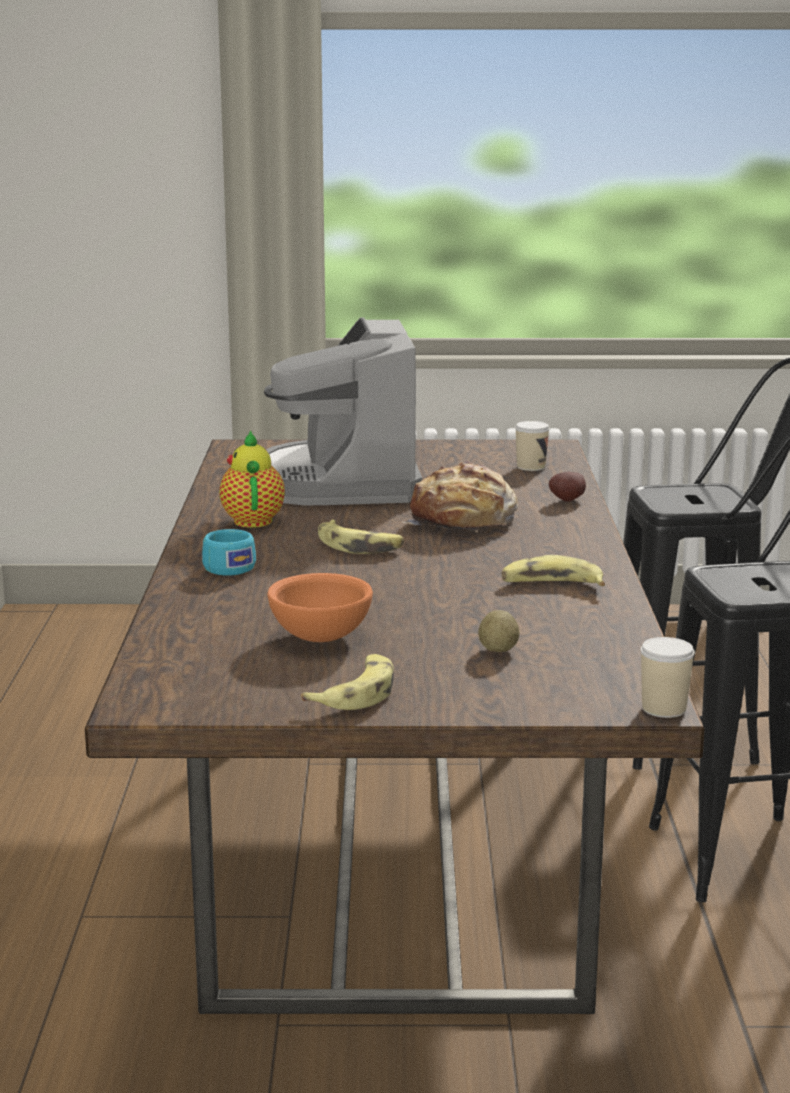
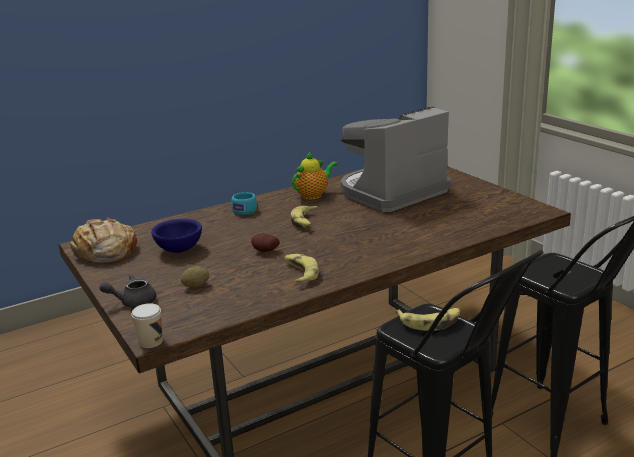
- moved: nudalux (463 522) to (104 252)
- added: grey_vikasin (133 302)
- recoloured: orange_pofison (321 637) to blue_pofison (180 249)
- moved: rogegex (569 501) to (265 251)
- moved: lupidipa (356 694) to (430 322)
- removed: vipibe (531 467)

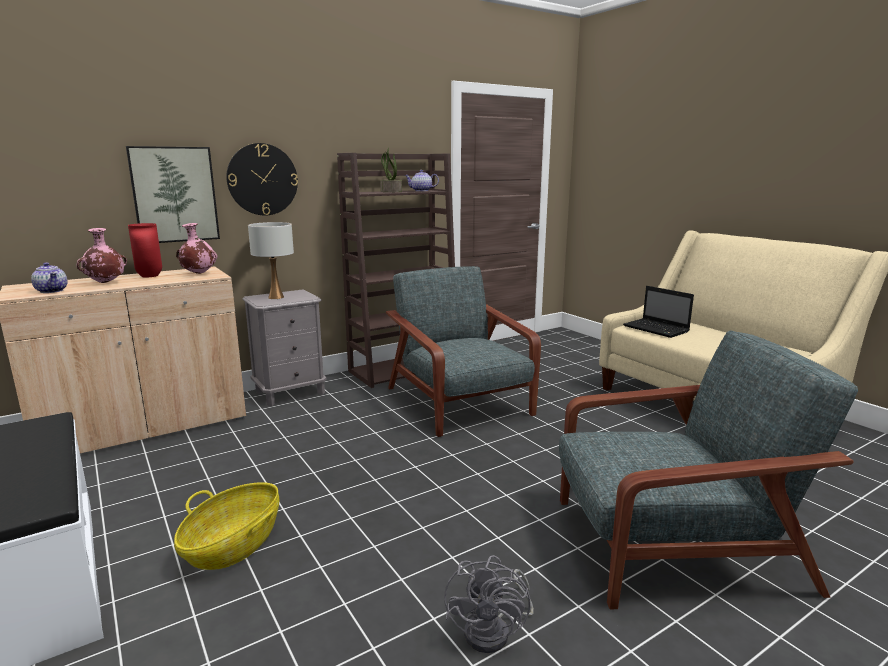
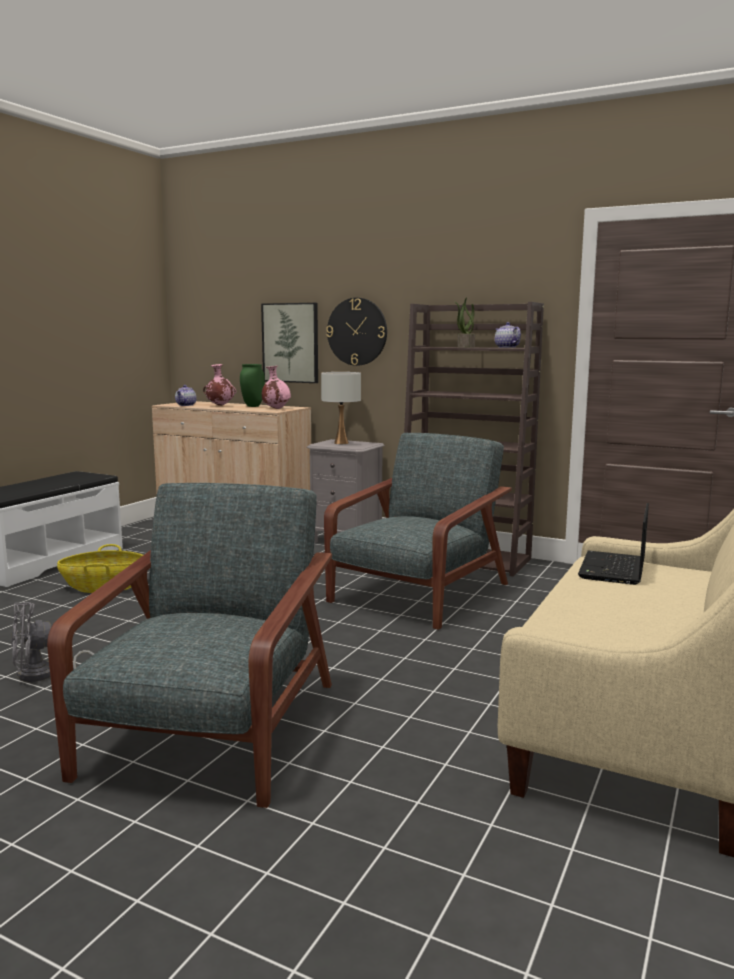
- turned: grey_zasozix (672 544) = (211 732) 135 degrees counterclockwise
- recoloured: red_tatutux (149 276) to green_tatutux (252 406)

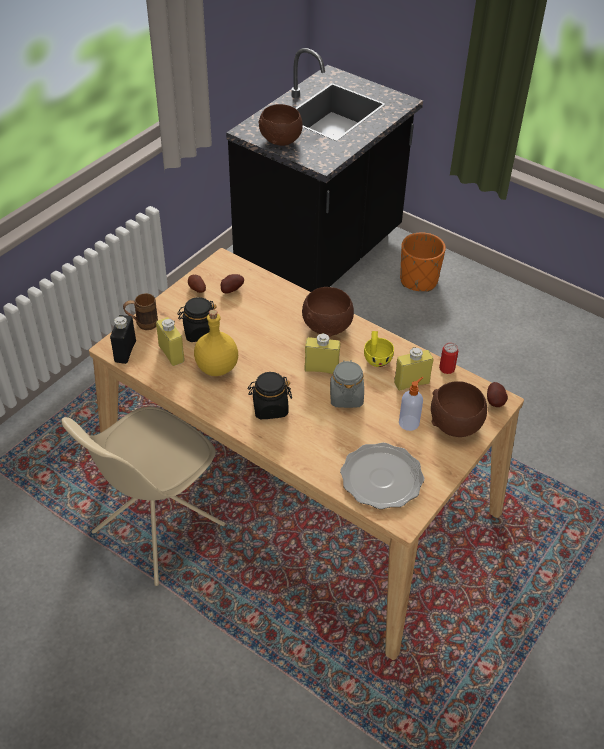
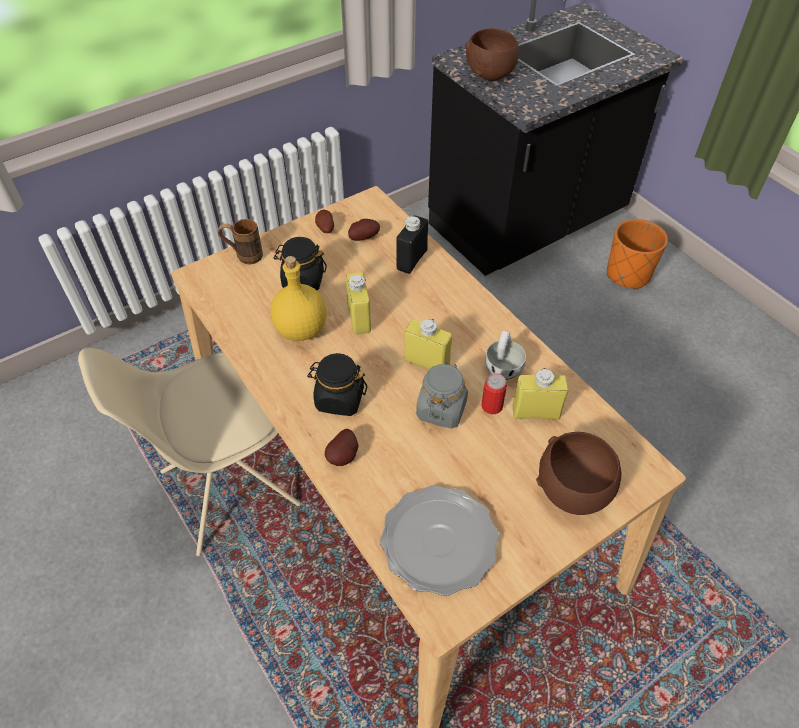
- moved: rogegex (495 402) to (344 456)
- moved: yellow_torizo (171 354) to (359 318)
- moved: black_torizo (125 351) to (411 260)
- moved: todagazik (447 368) to (492 406)
- recoloured: yellow_vipibe (377 358) to white_vipibe (503 366)
- removed: brown_pofison (328 327)
- removed: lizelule (409 422)

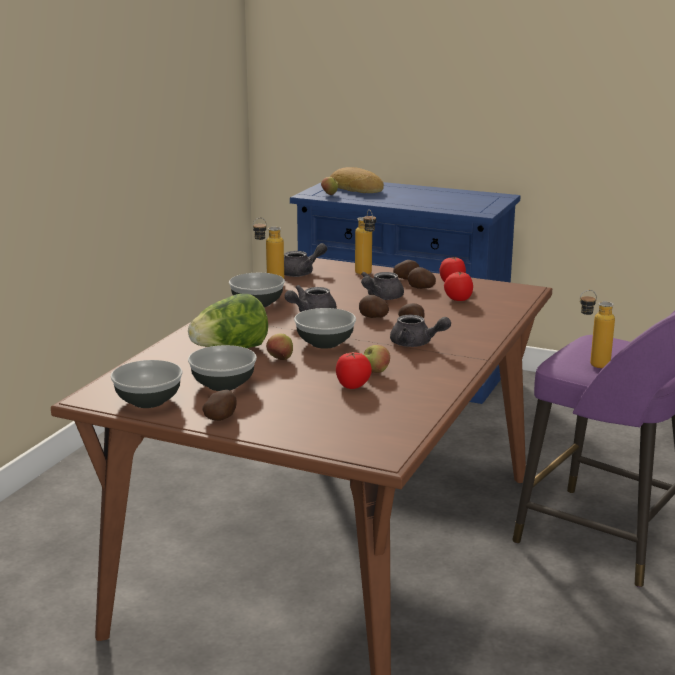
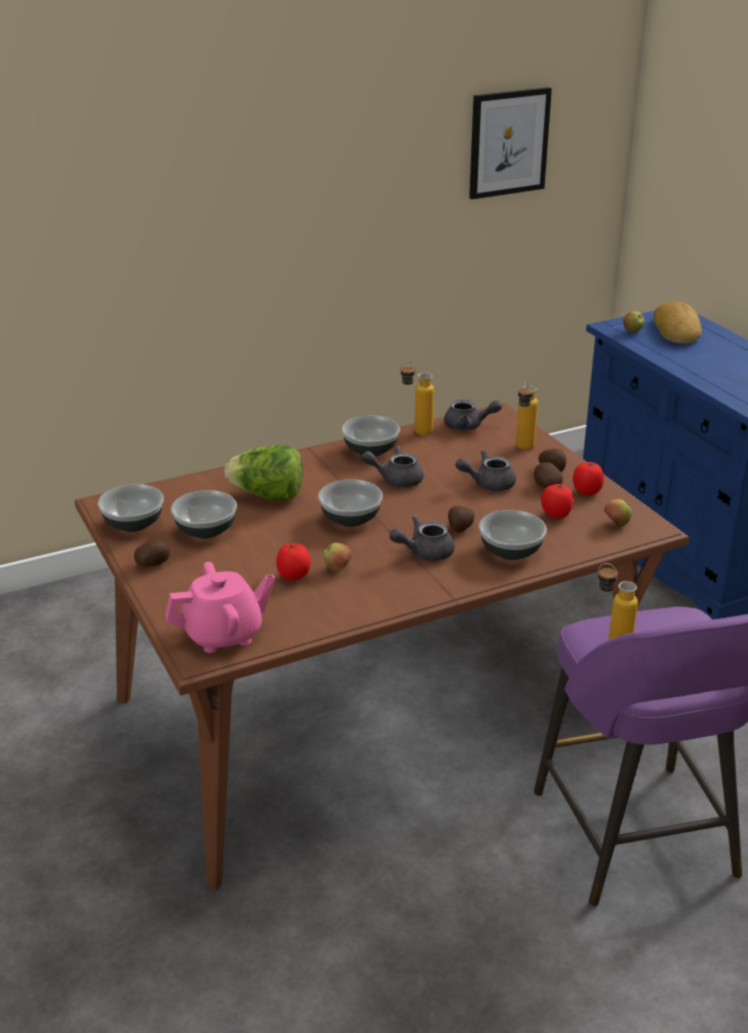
- added: pink_vikasin (224 635)
- turned: grey_vikasin (416 344) = (424 552) 90 degrees clockwise
- added: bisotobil (508 143)
- added: pofison (511 551)
- moved: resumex (280 360) to (616 525)
- removed: rogegex (373 317)

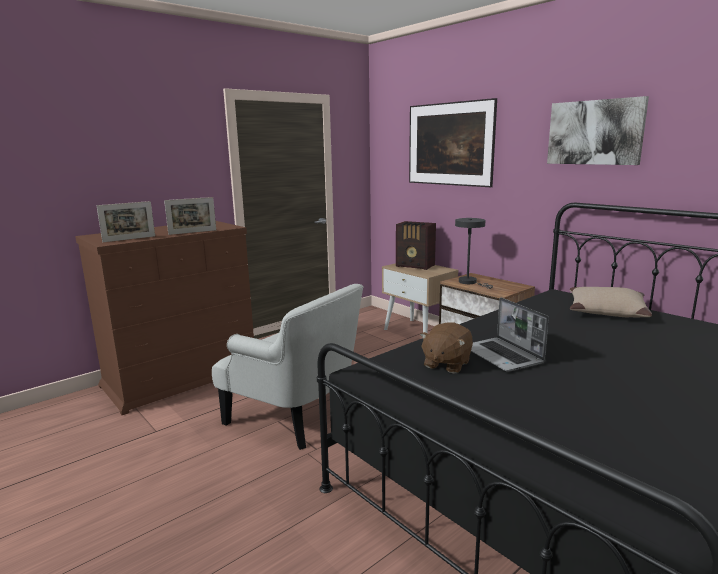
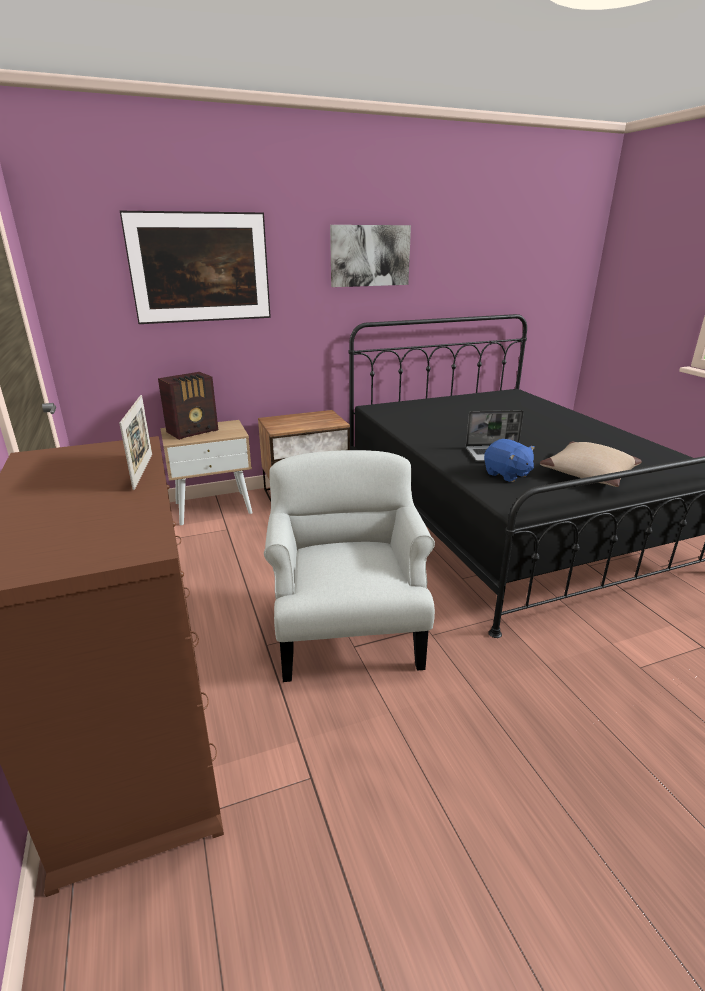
- turned: white_zasozix (297 414) = (347 629) 60 degrees counterclockwise
- recoloured: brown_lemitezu (446 364) to blue_lemitezu (507 474)
- moved: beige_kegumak (606 311) to (589 473)
- removed: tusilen (129 239)
- removed: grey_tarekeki (470 282)

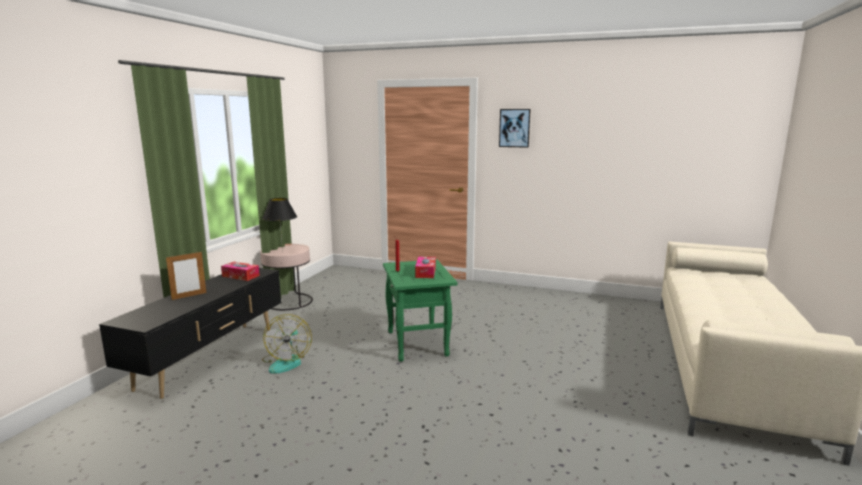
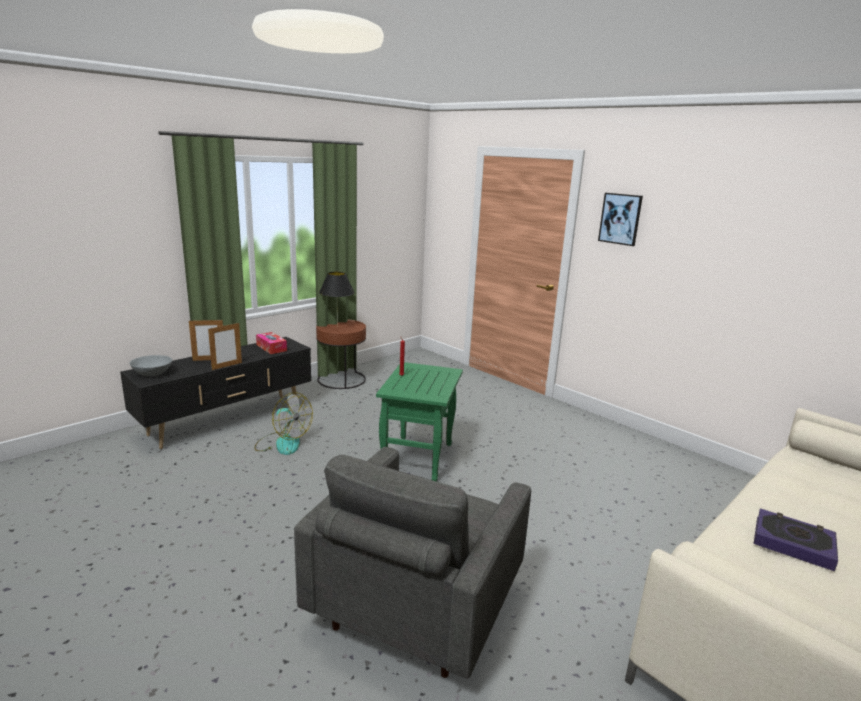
- added: grey_pofison (152 374)
- added: tusilen (227 366)
- turned: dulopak (287 362) = (282 443) 75 degrees counterclockwise
- added: grey_zasozix (414 607)
- recoloured: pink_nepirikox (288 302) to brown_nepirikox (341 380)
- added: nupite (793 543)
- removed: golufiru (425 272)

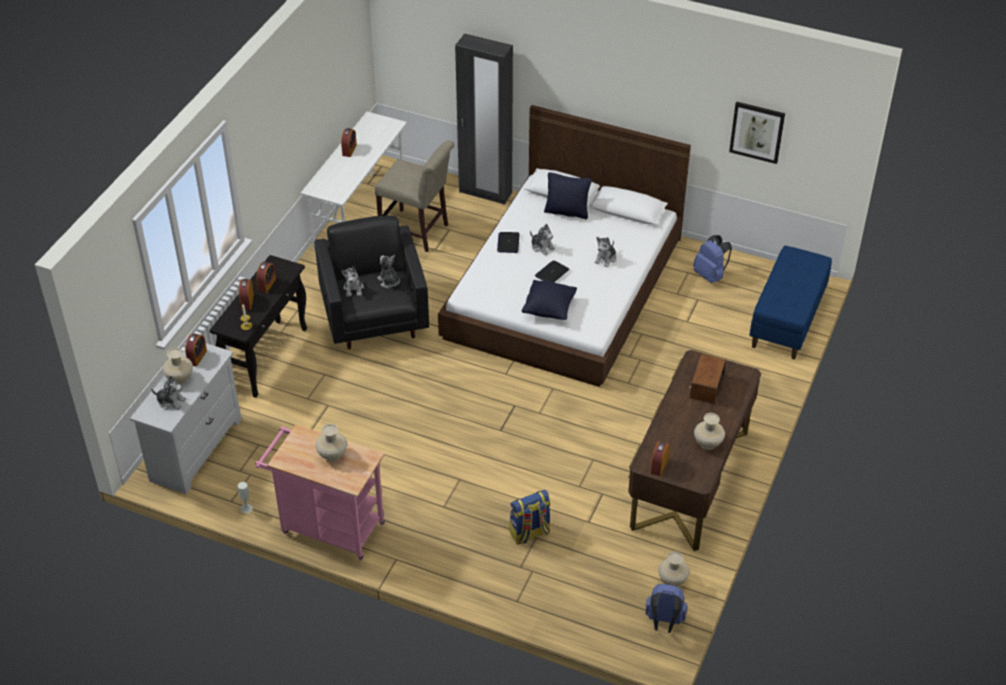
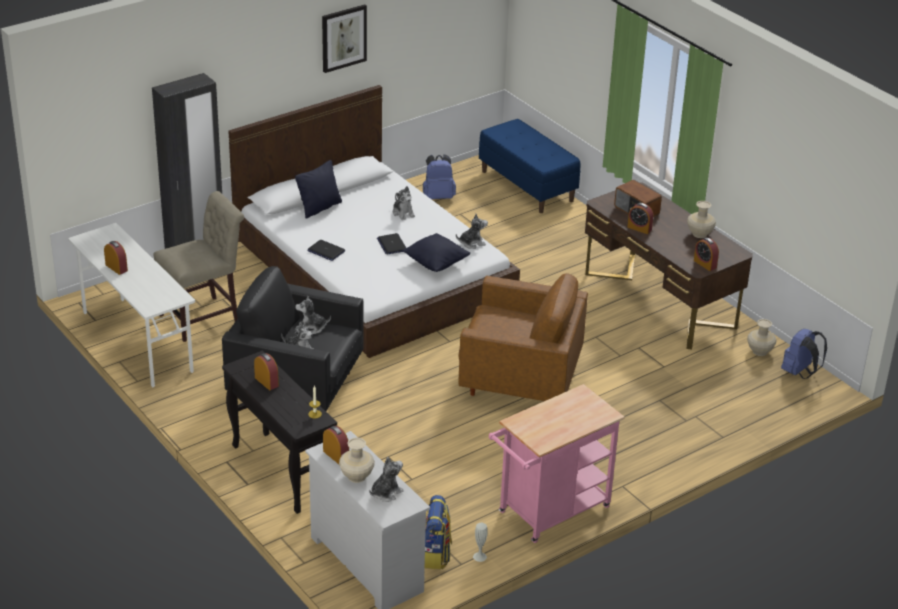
- moved: bisotobil (757 132) to (343 38)
- moved: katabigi (529 533) to (435 555)
- moved: lemitezu (542 247) to (472 243)
- added: brown_zasozix (519 380)
- moved: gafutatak (247 302) to (639 228)
- removed: beige_tatutux (332 455)

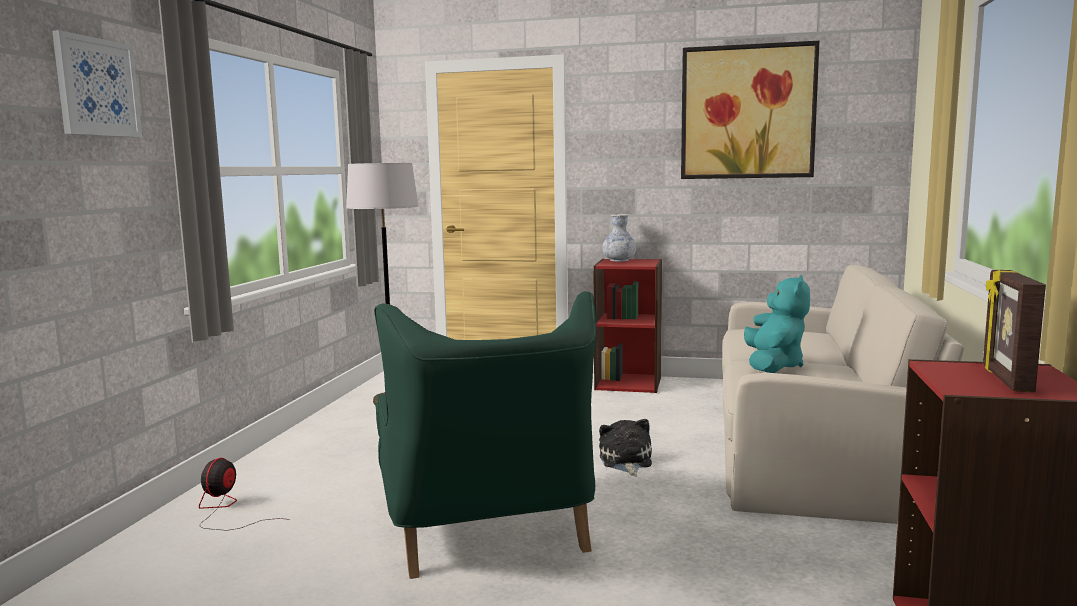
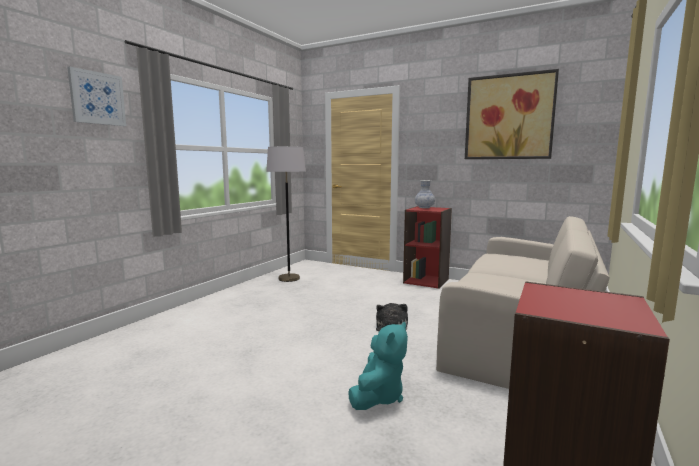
- moved: turquoise_lemitezu (773 366) to (378 396)
- removed: dulopak (226 509)
- removed: green_zasozix (486 528)
- removed: tusilen (1005 379)

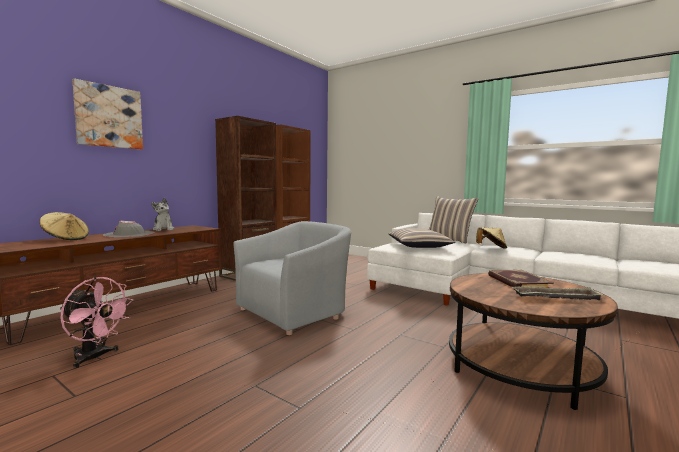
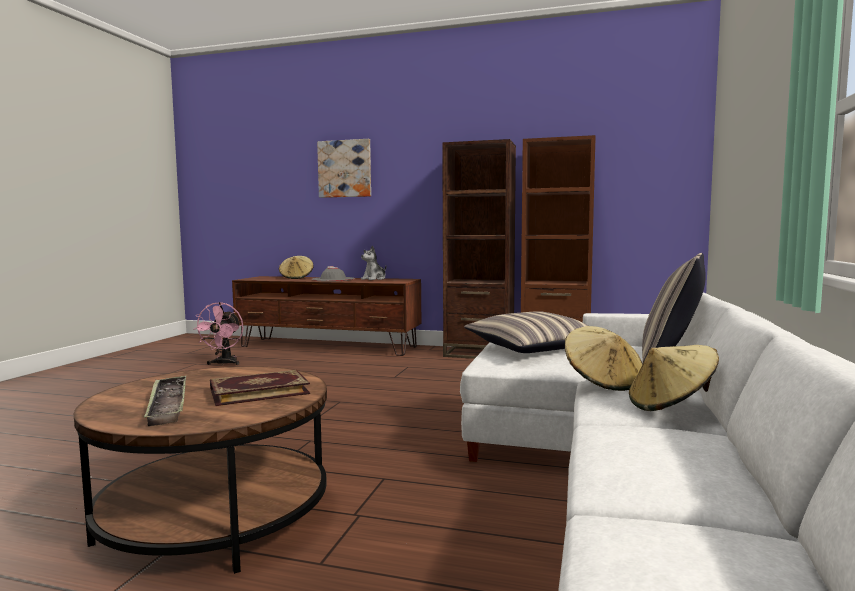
- added: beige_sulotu (671 405)
- removed: grey_zasozix (294 312)

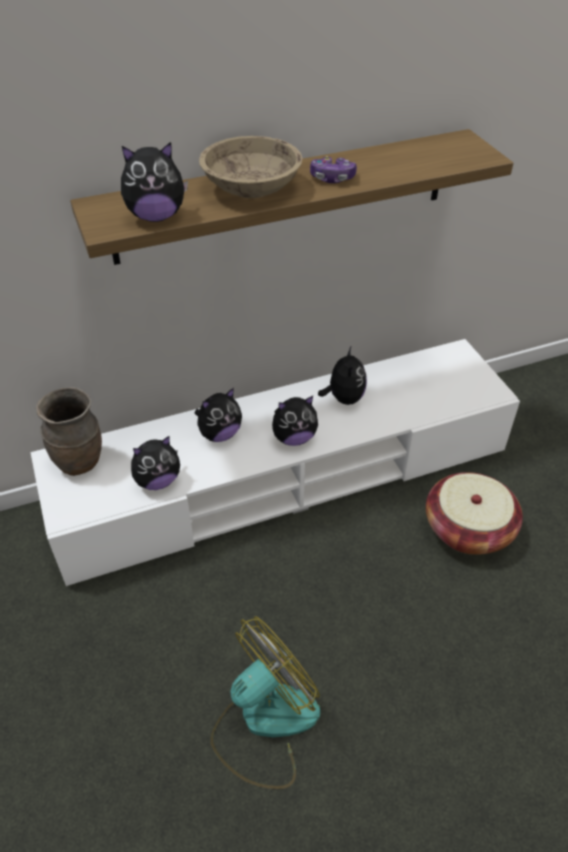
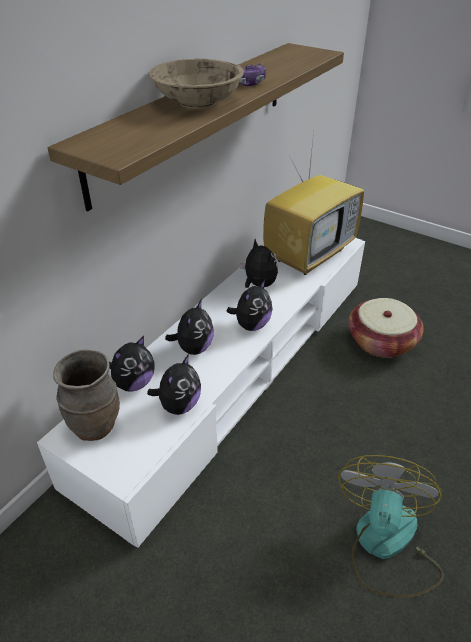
- moved: lemitezu (156 216) to (134 383)
- added: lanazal (309 254)

